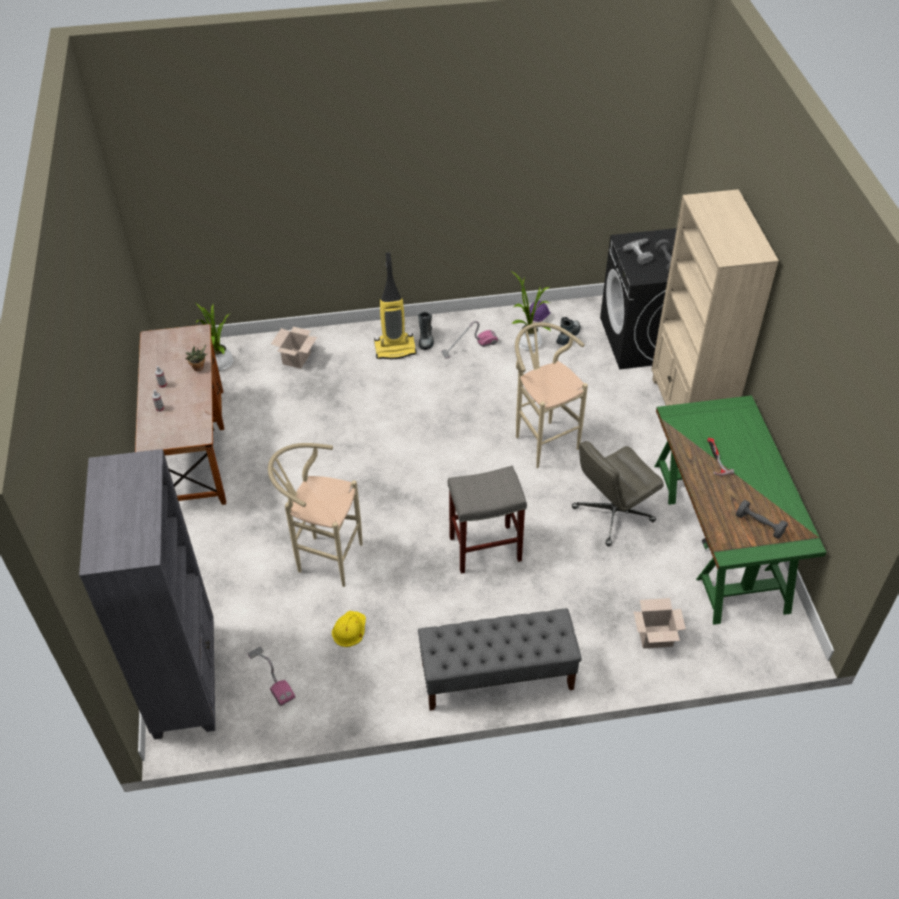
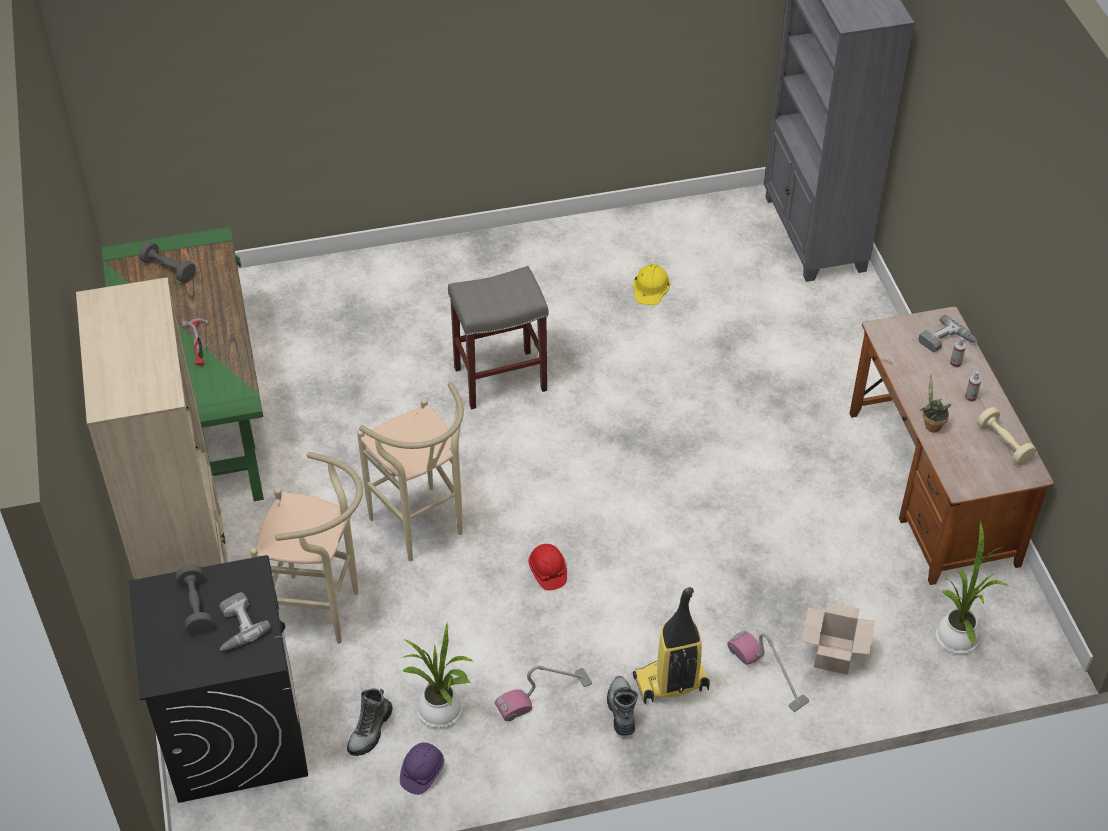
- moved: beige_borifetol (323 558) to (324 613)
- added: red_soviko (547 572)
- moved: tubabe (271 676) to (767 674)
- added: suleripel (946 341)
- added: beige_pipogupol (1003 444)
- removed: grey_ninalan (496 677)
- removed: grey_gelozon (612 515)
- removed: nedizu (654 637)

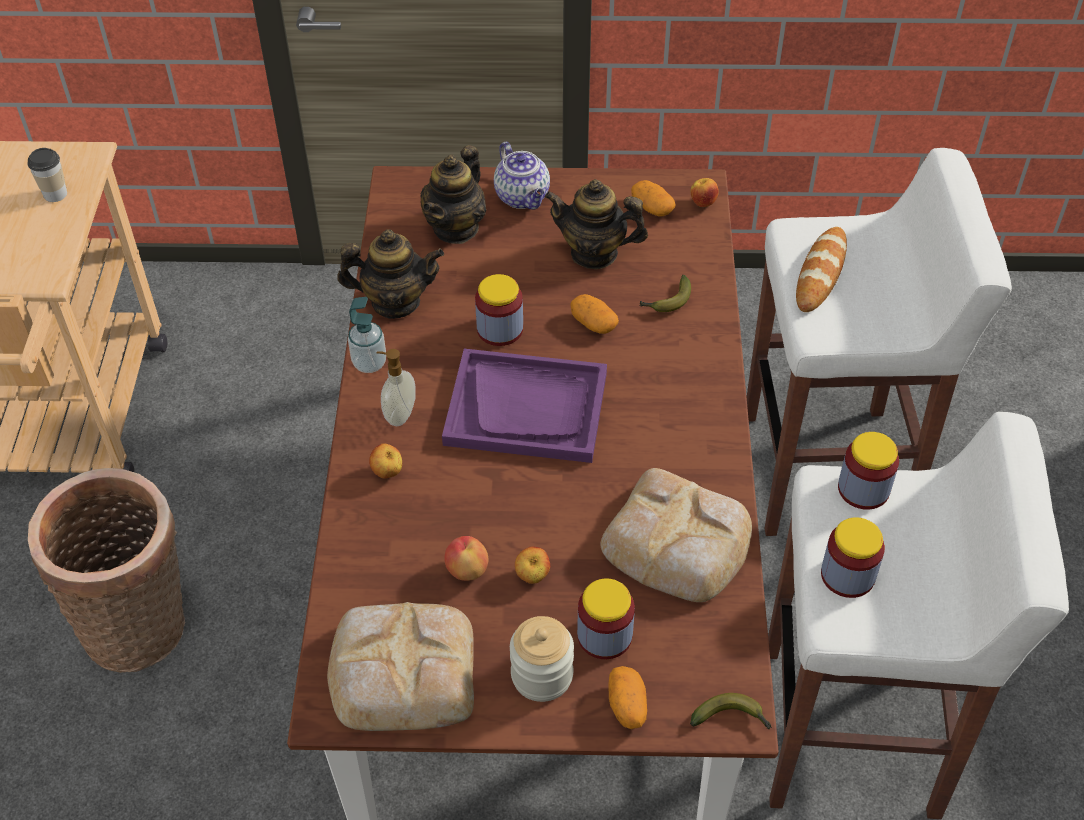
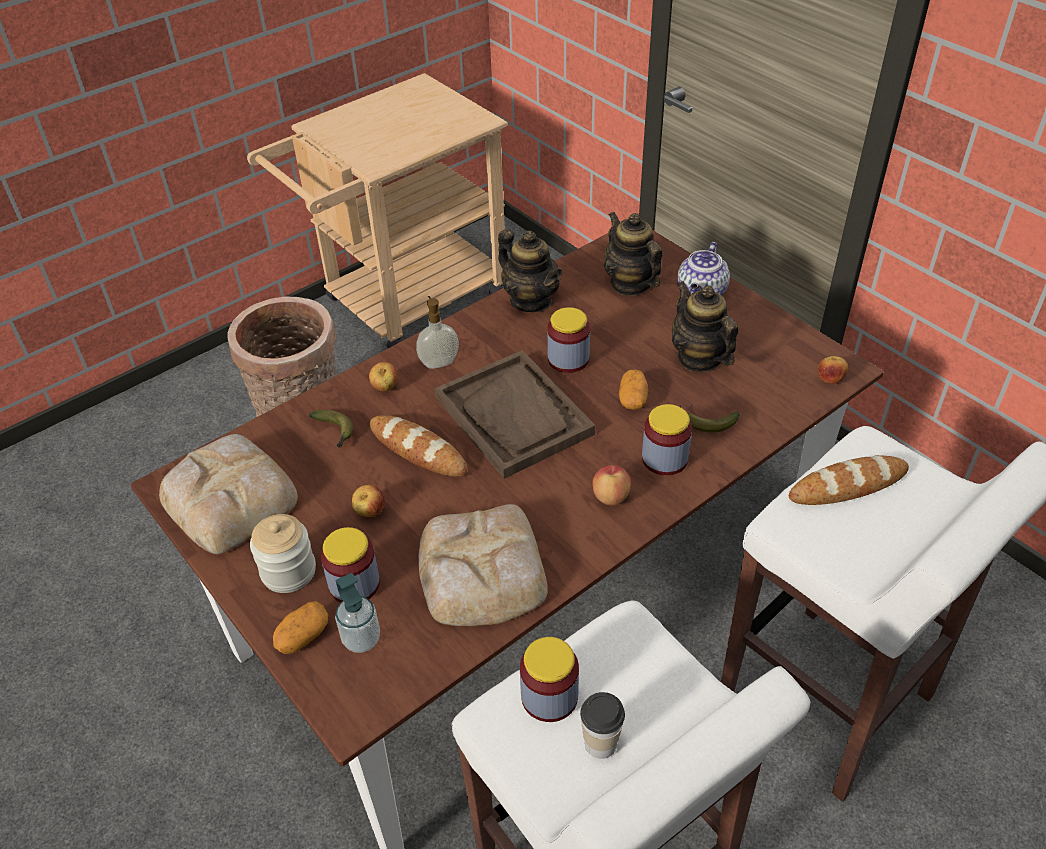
- moved: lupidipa (732 719) to (335 432)
- moved: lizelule (369 363) to (361 639)
- added: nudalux (418 450)
- recoloured: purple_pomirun (526 408) to brown_pomirun (514 416)
- moved: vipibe (55 194) to (600 743)
- moved: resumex (467 570) to (610 497)
- turned: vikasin (456 228) = (630 284) 75 degrees clockwise
- moved: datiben (863 489) to (664 459)
- removed: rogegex (652 208)

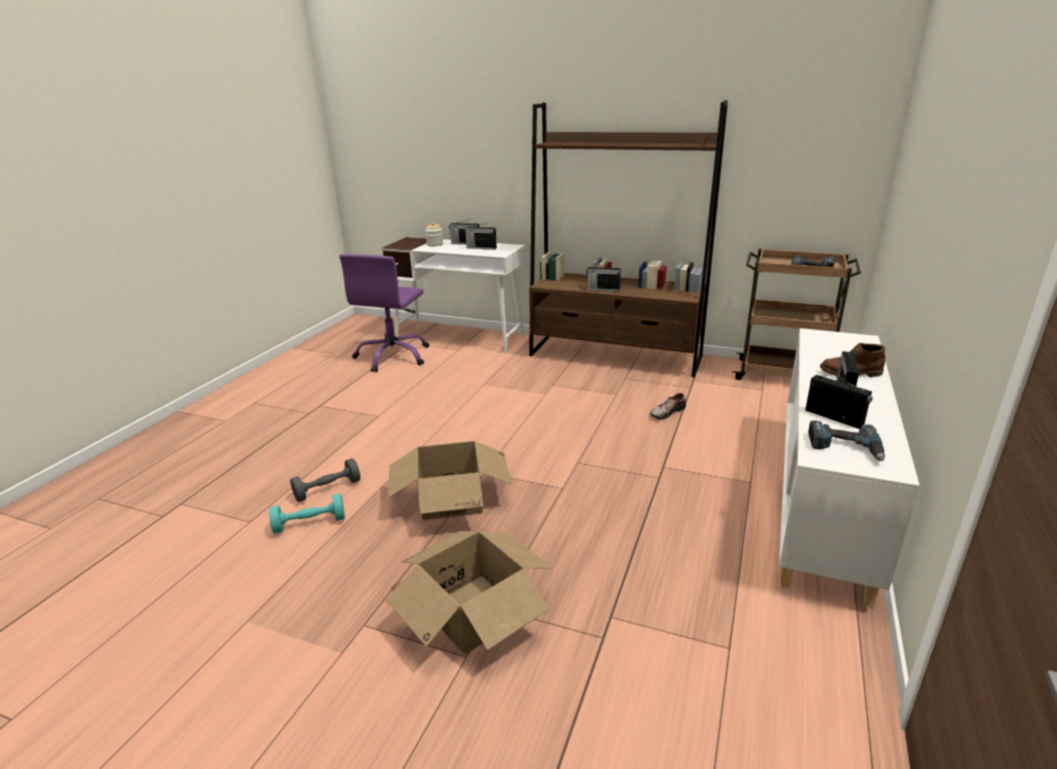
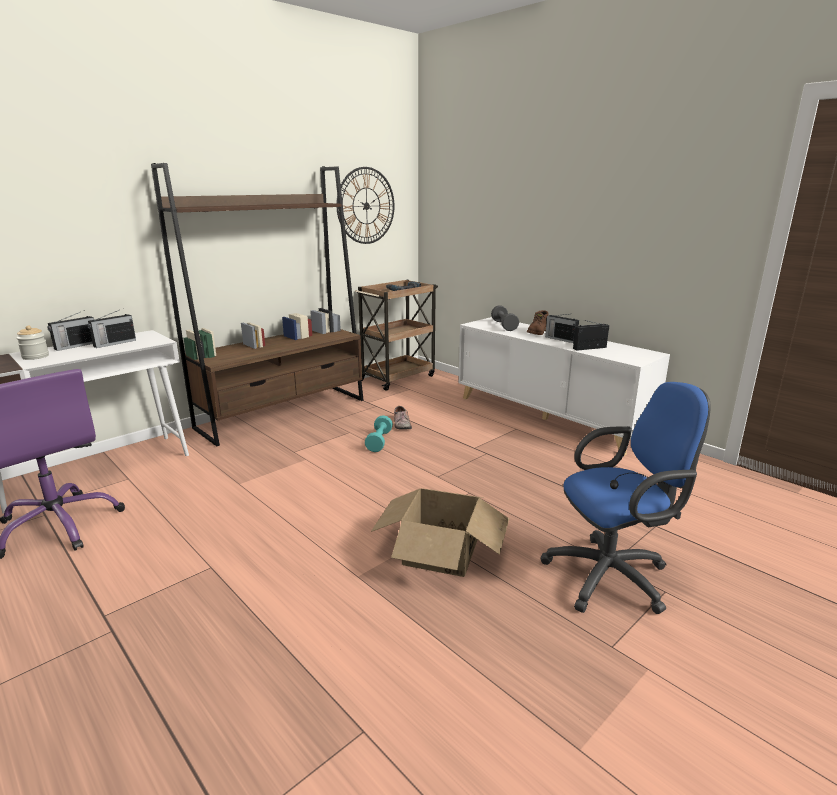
- added: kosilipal (366 206)
- moved: turquoise_pipogupol (310 523) to (379 441)
- moved: grey_pipogupol (327 489) to (504 326)
- replaced: nedizu (473 612) to blue_gelozon (613 576)
- removed: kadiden (603 289)
- removed: suleripel (845 447)

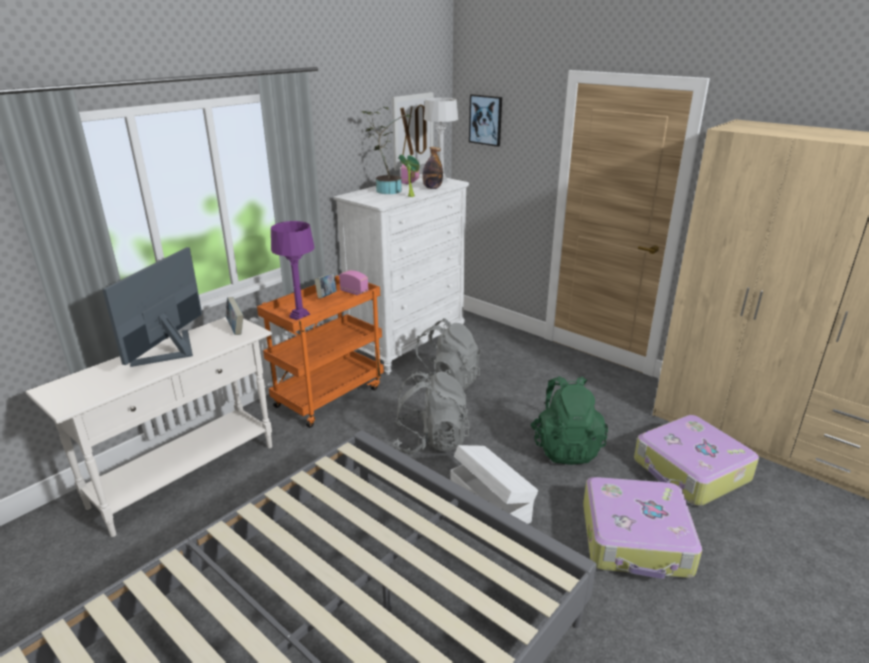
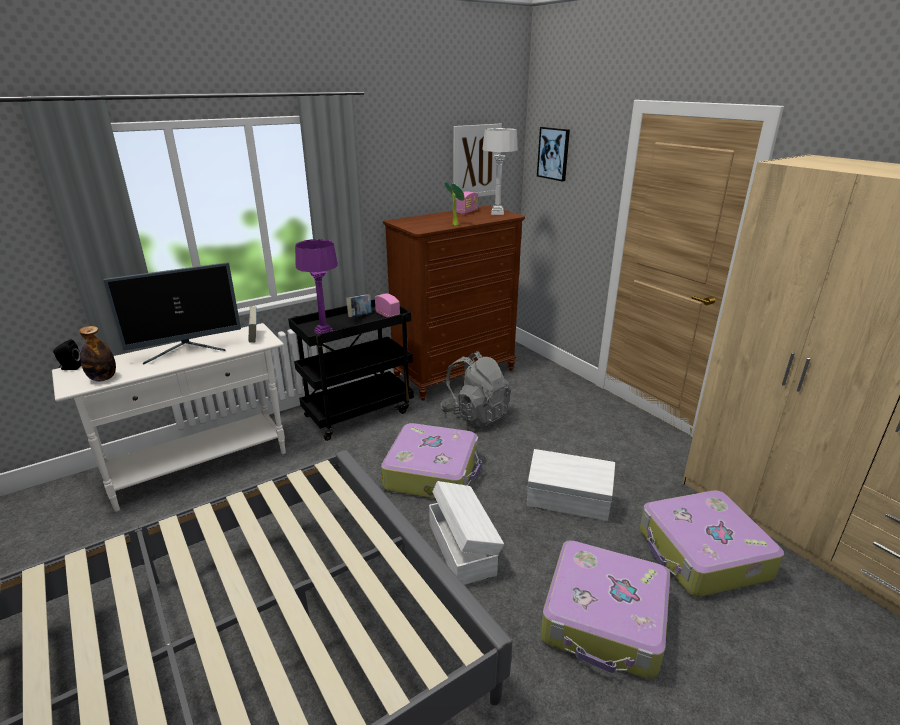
- added: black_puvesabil (70 367)
- moved: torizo (432 188) to (103 378)
- turned: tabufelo (172 352) = (187 351) 150 degrees counterclockwise
- recoloured: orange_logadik (329 396) to black_logadik (358 413)
- replaced: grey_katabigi (431 441) to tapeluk (433 472)
- recoloured: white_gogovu (408 344) to brown_gogovu (455 374)
- replaced: green_katabigi (565 447) to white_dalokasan (568 502)
- removed: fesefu (386 190)

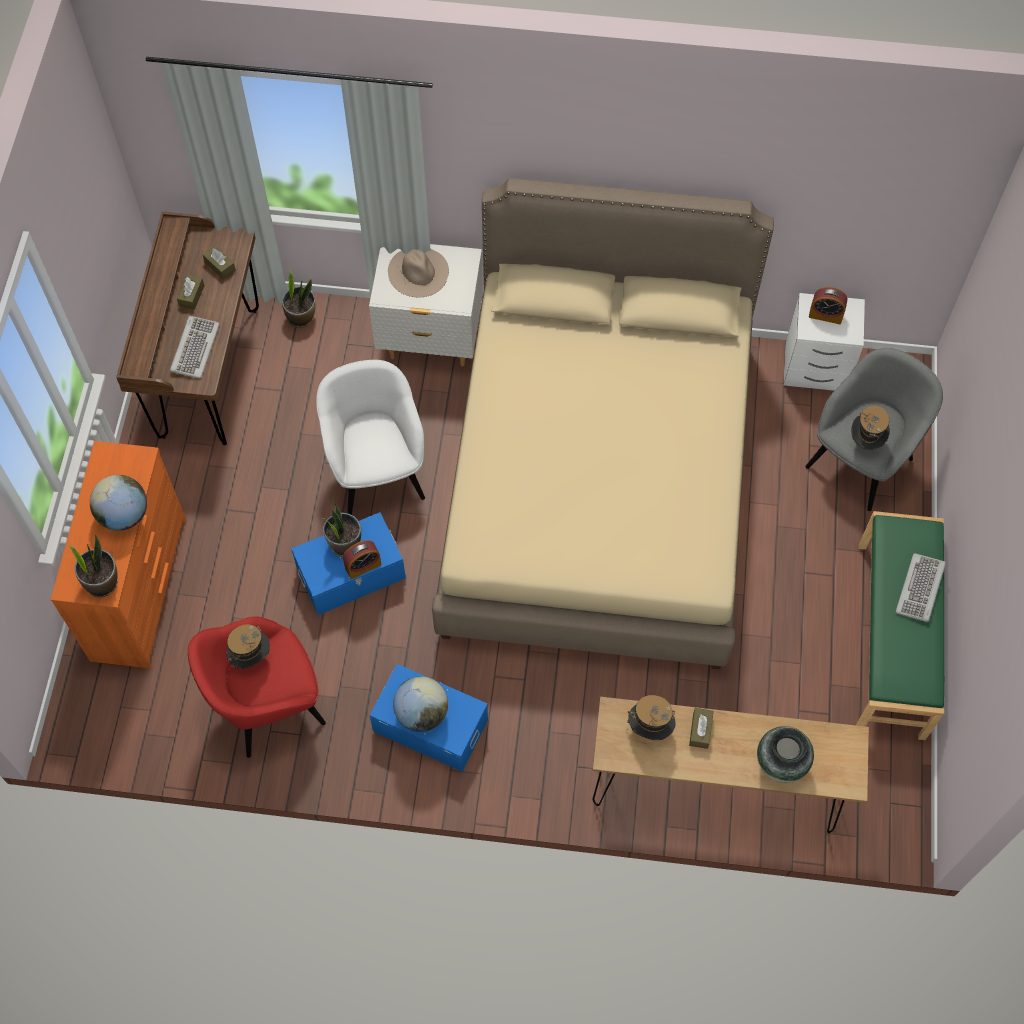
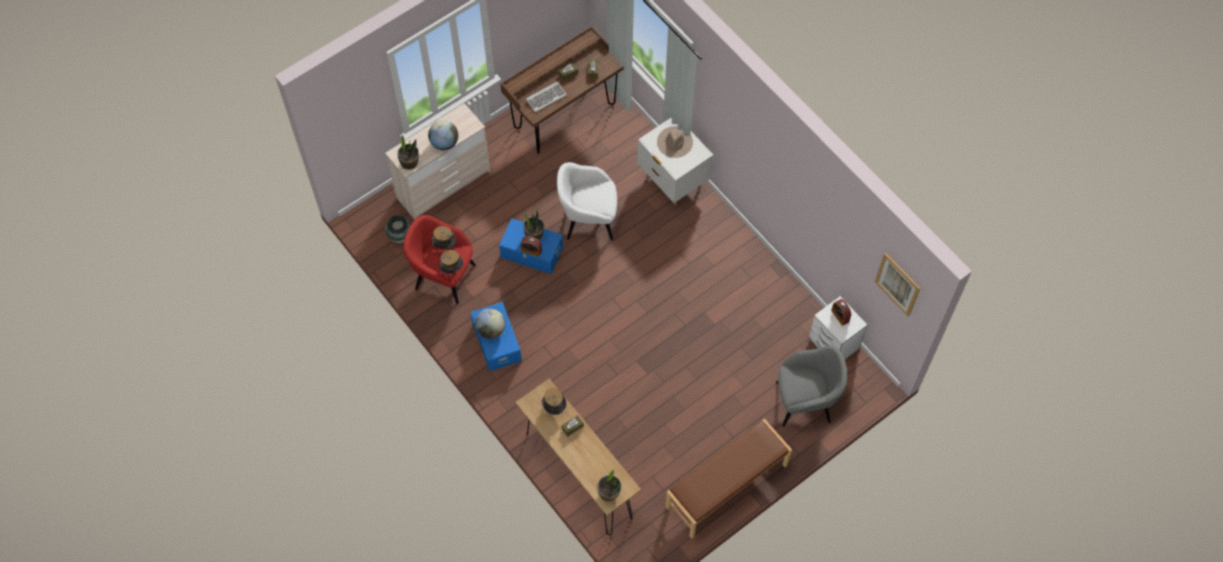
- recoloured: orange_gogovu (141 589) to beige_gogovu (444 185)
- moved: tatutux (781 764) to (400 236)
- moved: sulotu (865 441) to (452 269)
- turned: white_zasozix (377 472) = (588 219) 120 degrees counterclockwise
- moved: fesefu (301 317) to (609 493)
- recoloured: green_ninalan (892 639) to brown_ninalan (727 487)
- added: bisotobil (897 284)
- removed: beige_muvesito (598 483)
- removed: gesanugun (920 589)

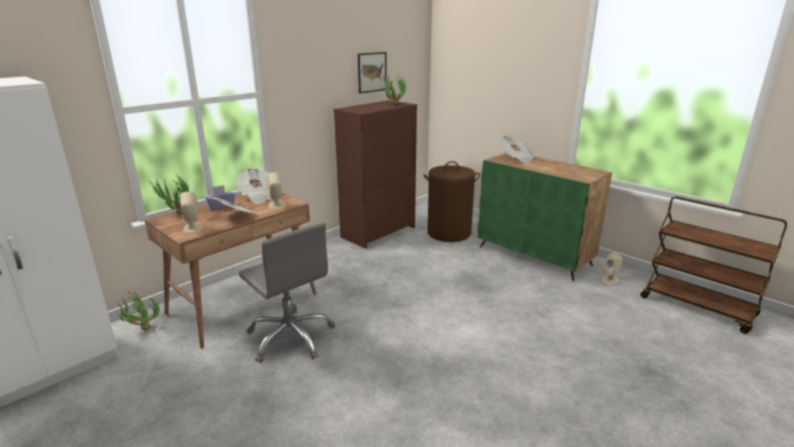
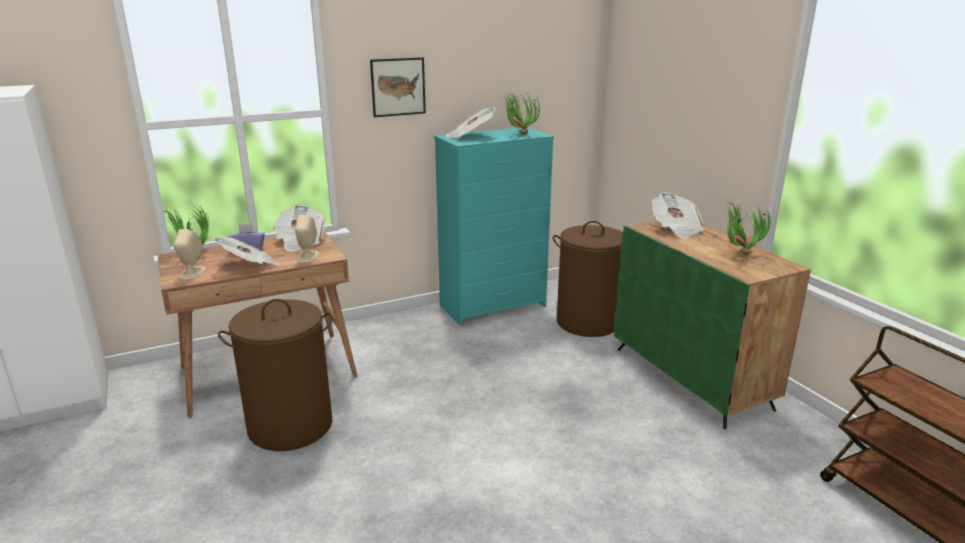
- replaced: grey_gelozon (291 337) to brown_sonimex (290 426)
- moved: bisotobil (372 72) to (398 87)
- recoloured: brown_gogovu (379 232) to turquoise_gogovu (493 305)
- added: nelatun (470 136)
- moved: fesefu (141 330) to (738 254)
- removed: beige_puvesabil (610 280)

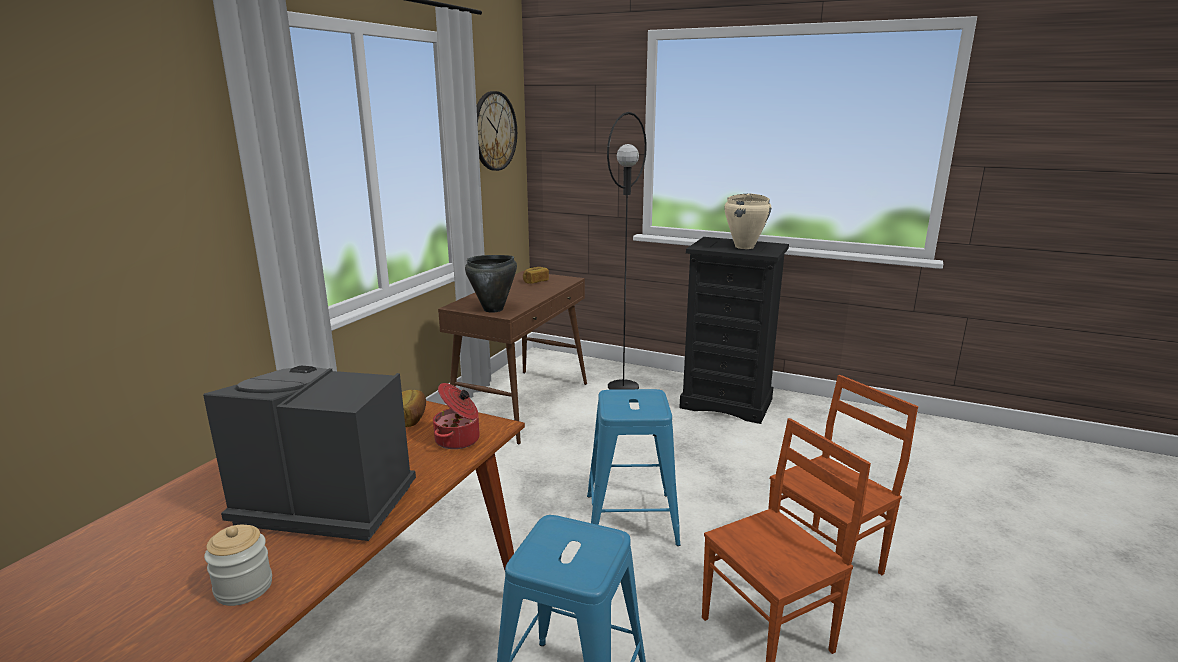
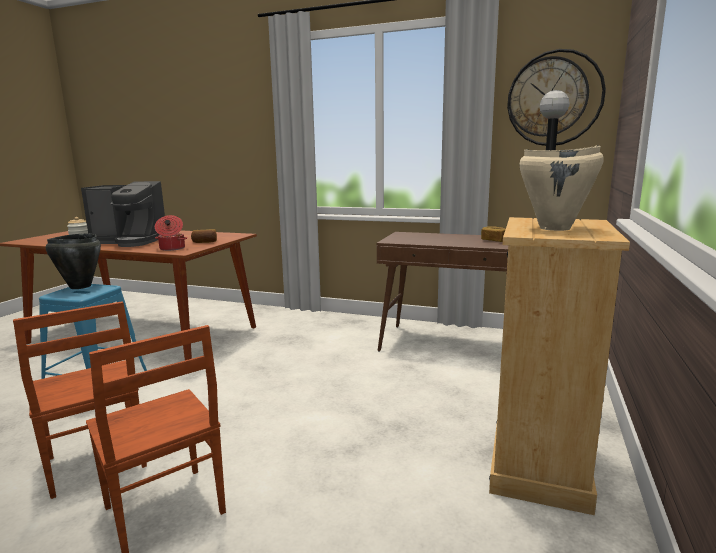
- moved: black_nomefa (493 309) to (80 286)
- turned: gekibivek (324 502) = (130 241) 90 degrees clockwise
- recoloured: black_gogovu (727 403) to beige_gogovu (539 464)
- removed: blue_borifetol (630 519)

